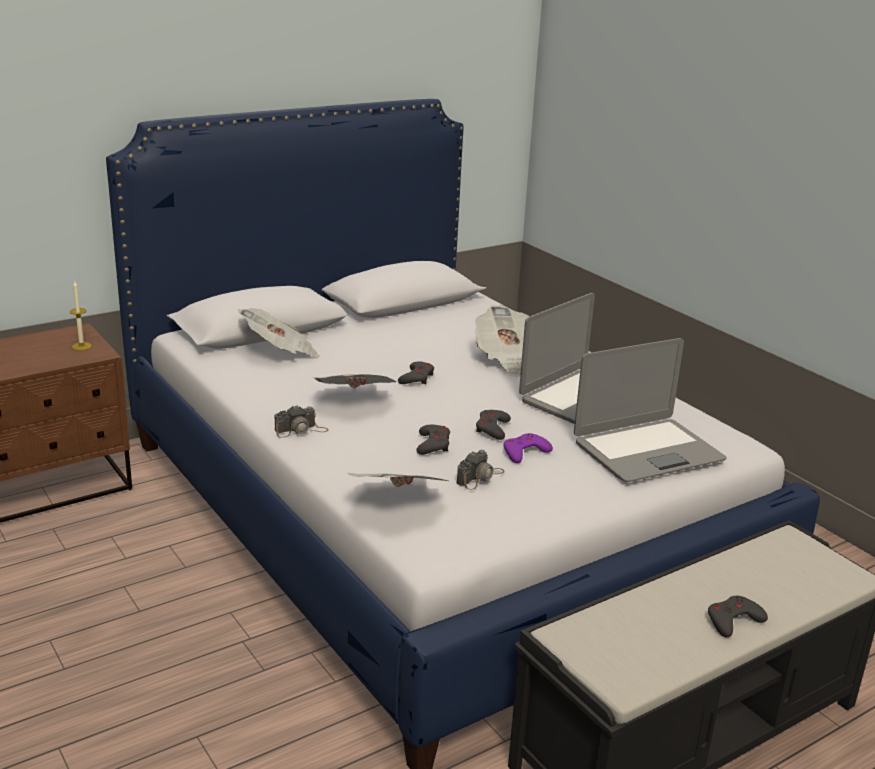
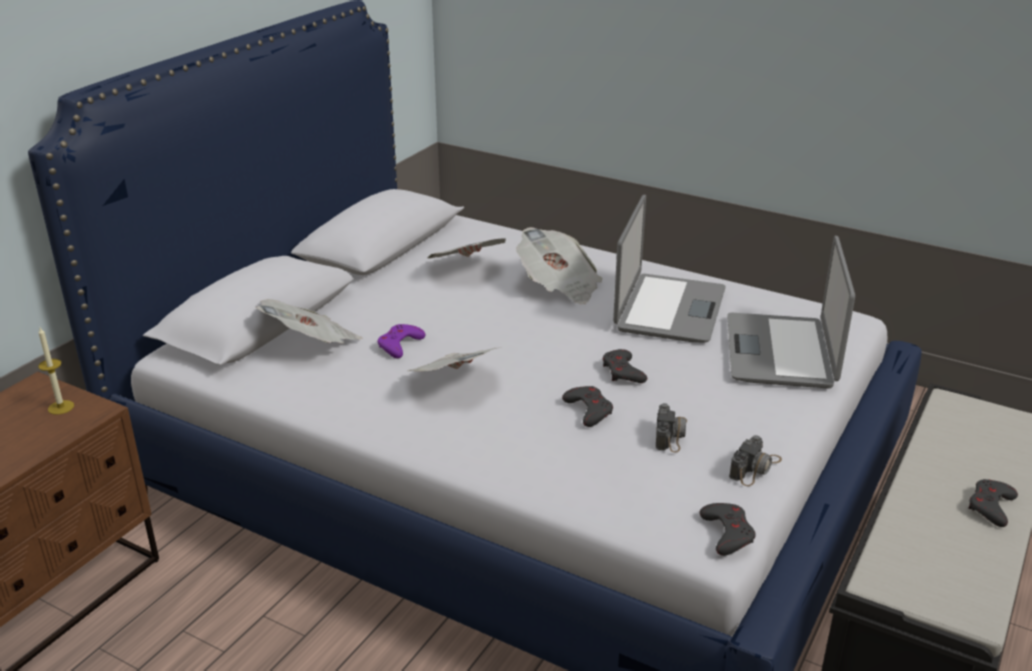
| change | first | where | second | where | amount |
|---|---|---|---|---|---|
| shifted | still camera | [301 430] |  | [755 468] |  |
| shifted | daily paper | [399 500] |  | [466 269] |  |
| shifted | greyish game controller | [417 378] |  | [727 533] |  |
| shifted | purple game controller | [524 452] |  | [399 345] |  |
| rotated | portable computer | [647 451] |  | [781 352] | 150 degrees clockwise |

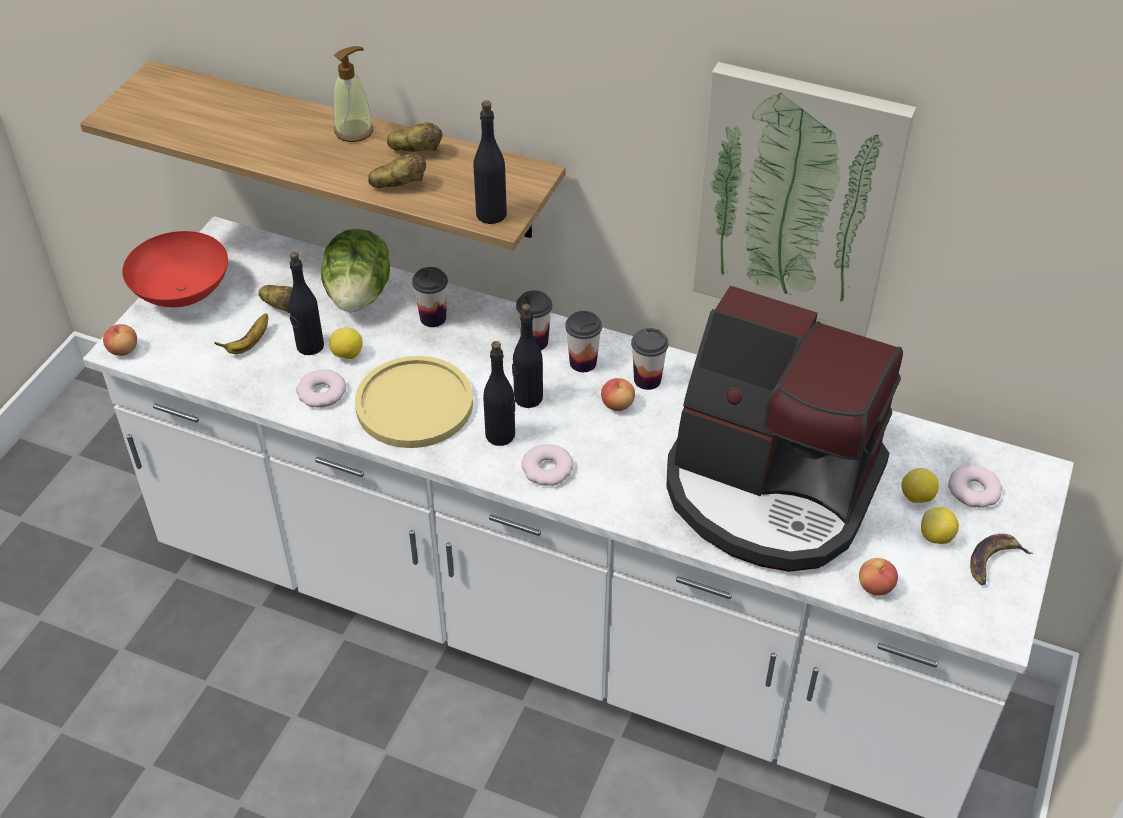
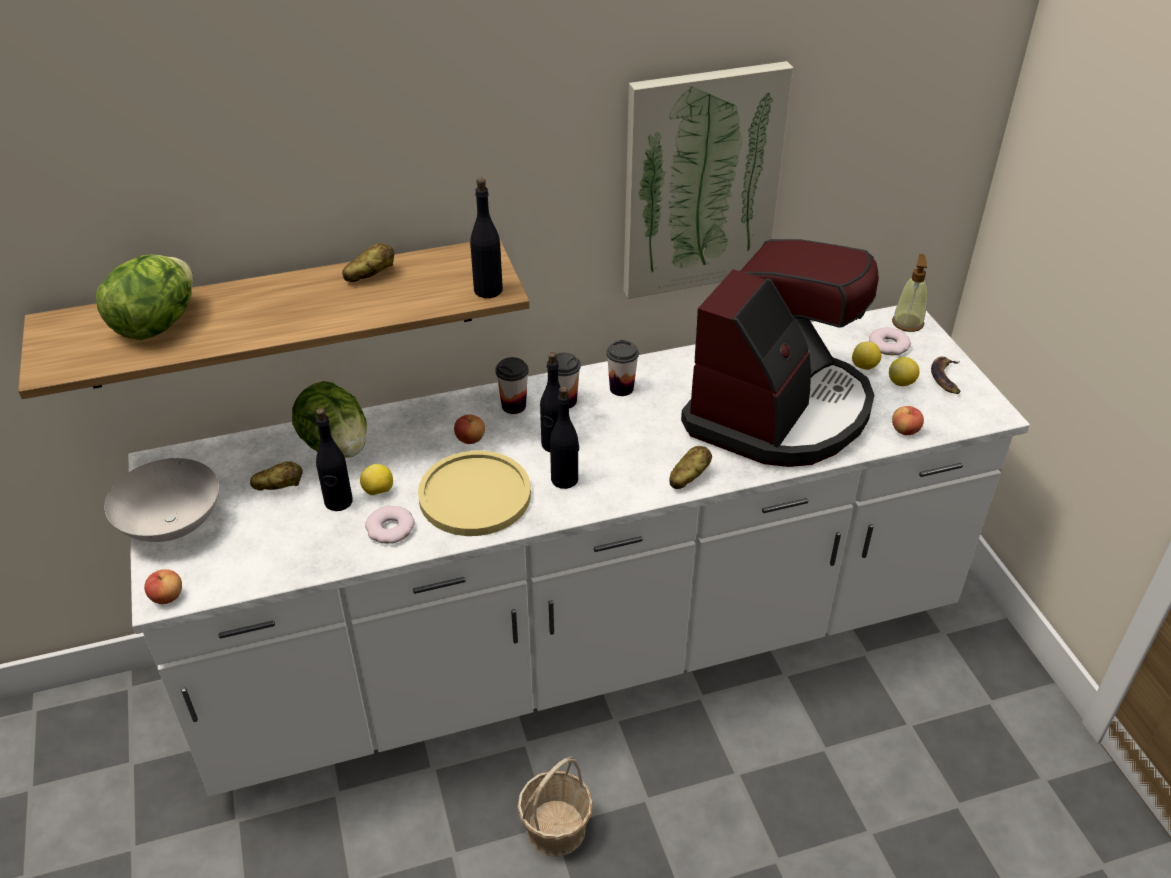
| change | first | where | second | where | amount |
|---|---|---|---|---|---|
| gone | banana fruit | [249 344] |  |  |  |
| gone | cup | [433 318] |  |  |  |
| gone | donut | [547 469] |  |  |  |
| new |  |  | lettuce | [156 324] |  |
| new |  |  | storage basket | [556 828] |  |
| shifted | soap bottle | [354 131] |  | [907 323] |  |
| shifted | potato | [399 185] |  | [688 478] |  |
| shifted | apple fruit | [617 405] |  | [470 439] |  |
| repainted | red-coloured bowl | [184 293] | whitish bowl | [174 523] |  |
| rotated | coffee maker | [770 489] |  | [779 410] | 45 degrees counterclockwise |

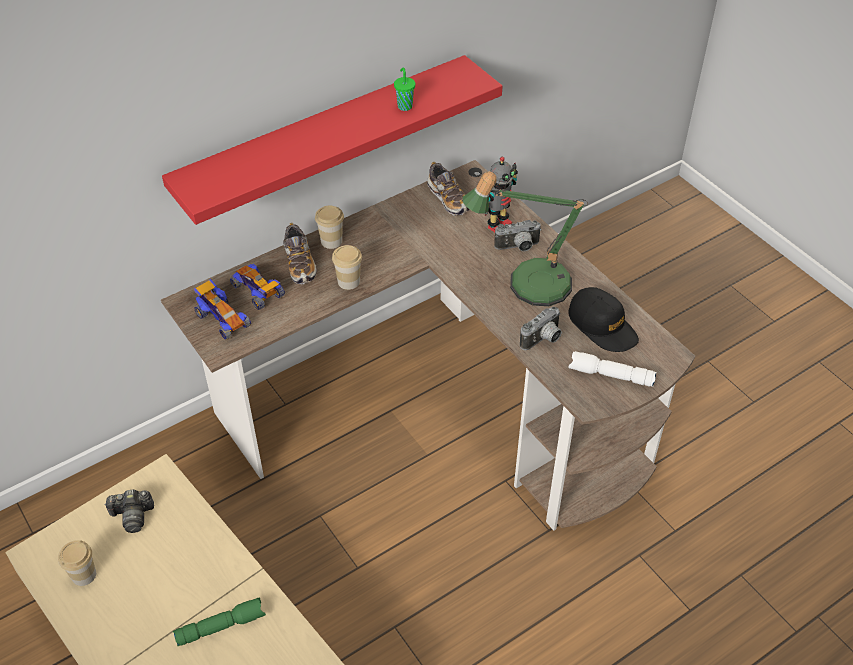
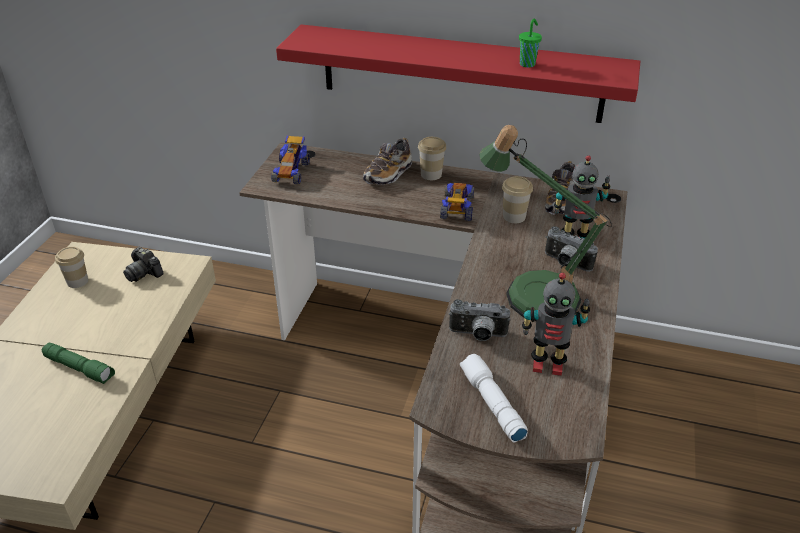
| change | first | where | second | where | amount |
|---|---|---|---|---|---|
| shifted | miniature car | [259 292] |  | [457 209] |  |
| shifted | cup | [348 281] |  | [514 217] |  |
| swapped | black peaked cap | [602 326] | toy robot | [547 365] |  |

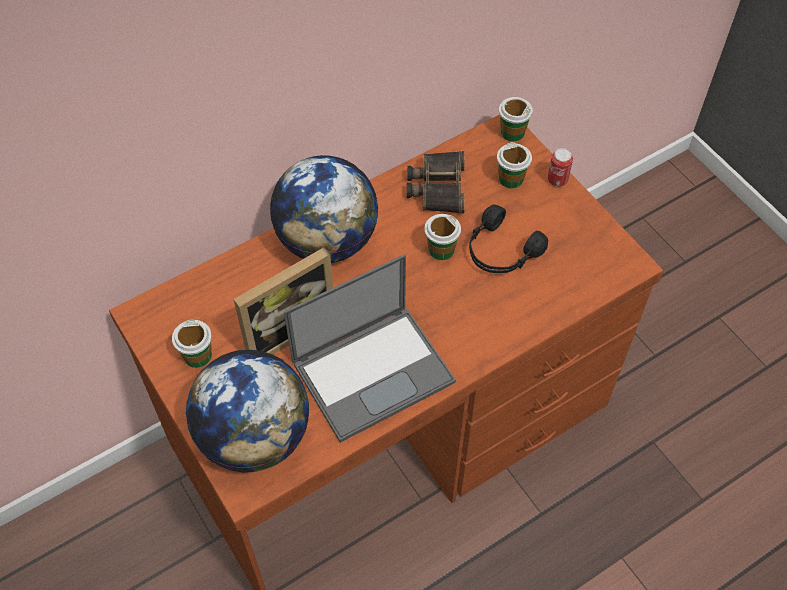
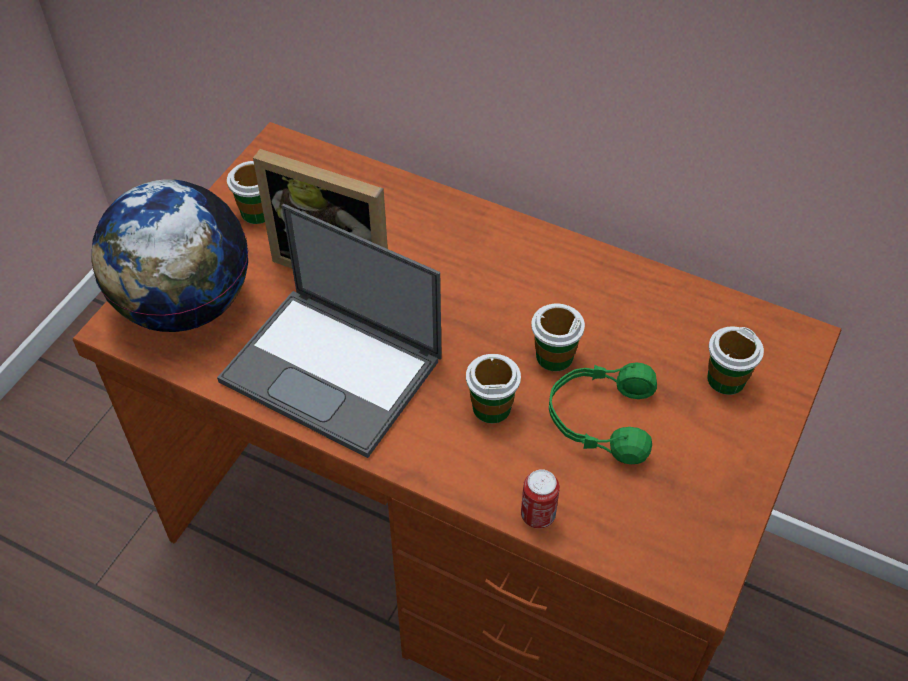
| change | first | where | second | where | amount |
|---|---|---|---|---|---|
| gone | globe | [326 241] |  |  |  |
| gone | field glasses | [437 187] |  |  |  |
| shifted | cup | [512 132] |  | [491 407] |  |
| shifted | metal can | [557 180] |  | [538 515] |  |
| repainted | black headphones | [500 251] | green-coloured headphones | [599 419] |  |

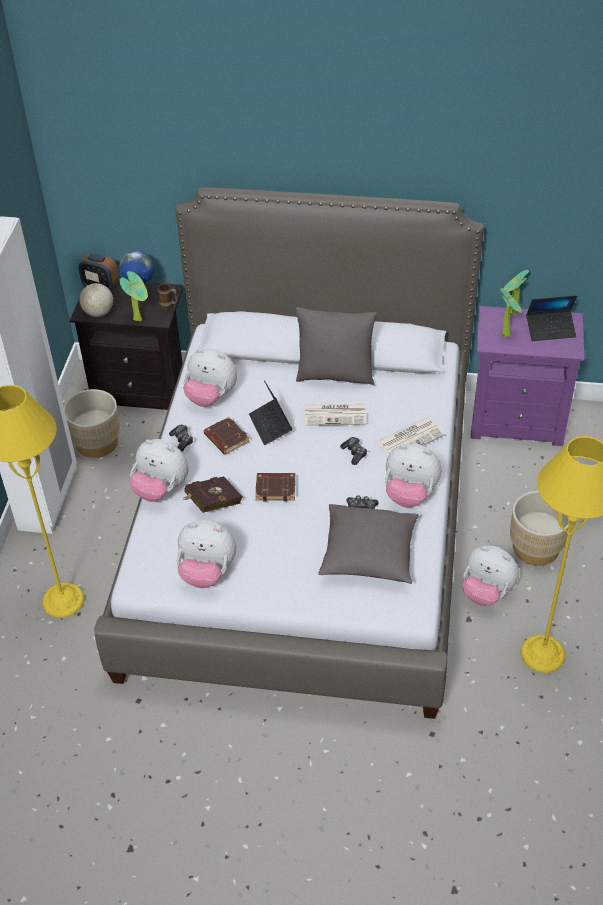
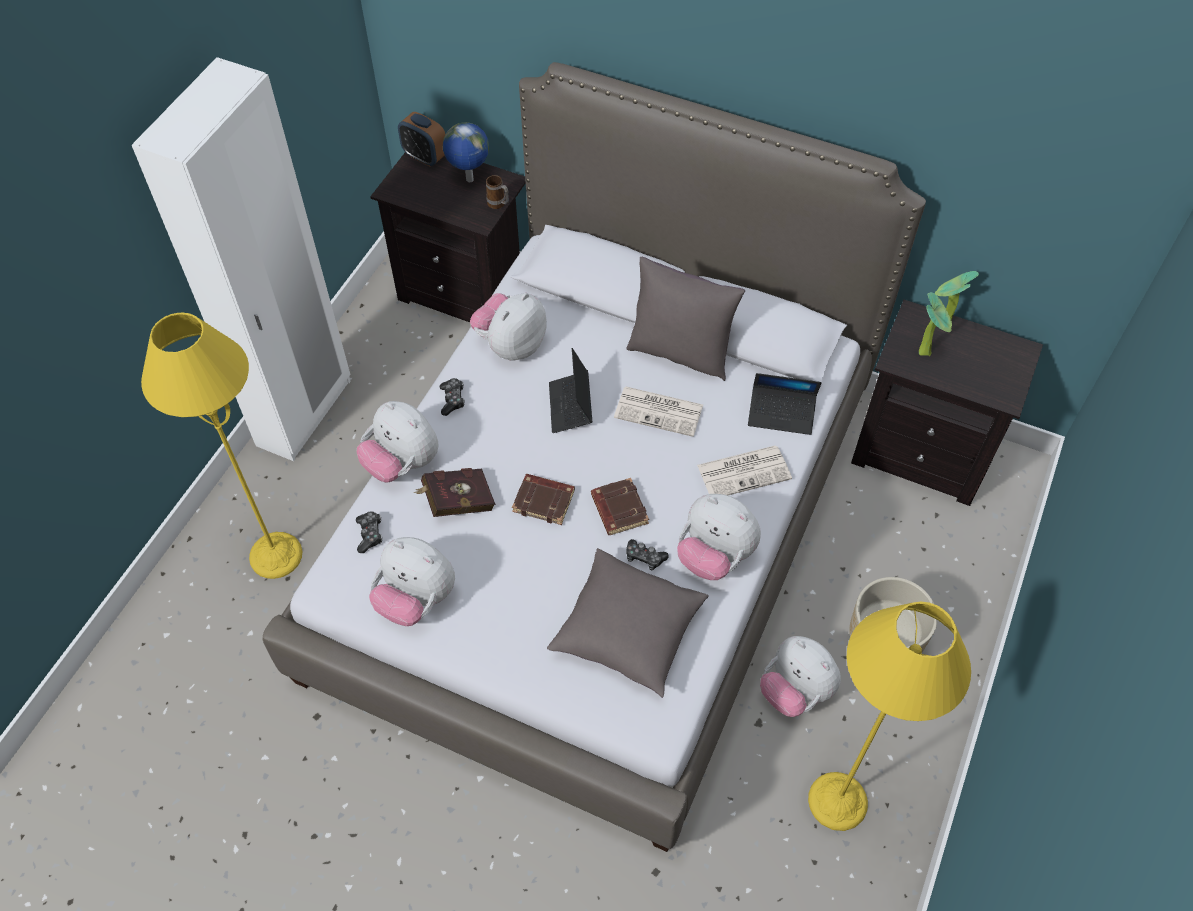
| change | first | where | second | where | amount |
|---|---|---|---|---|---|
| gone | sand-coloured planter | [97 443] |  |  |  |
| gone | globe | [99 313] |  |  |  |
| gone | houseplant | [139 319] |  |  |  |
| shifted | brown volume | [226 438] |  | [618 509] |  |
| shifted | game controller | [354 453] |  | [370 534] |  |
| shifted | portable computer | [550 330] |  | [781 414] |  |
| repainted | purple nightstand | [517 420] | black nightstand | [922 453] |  |
| rotated | soft toy | [211 397] |  | [511 345] | 90 degrees clockwise |

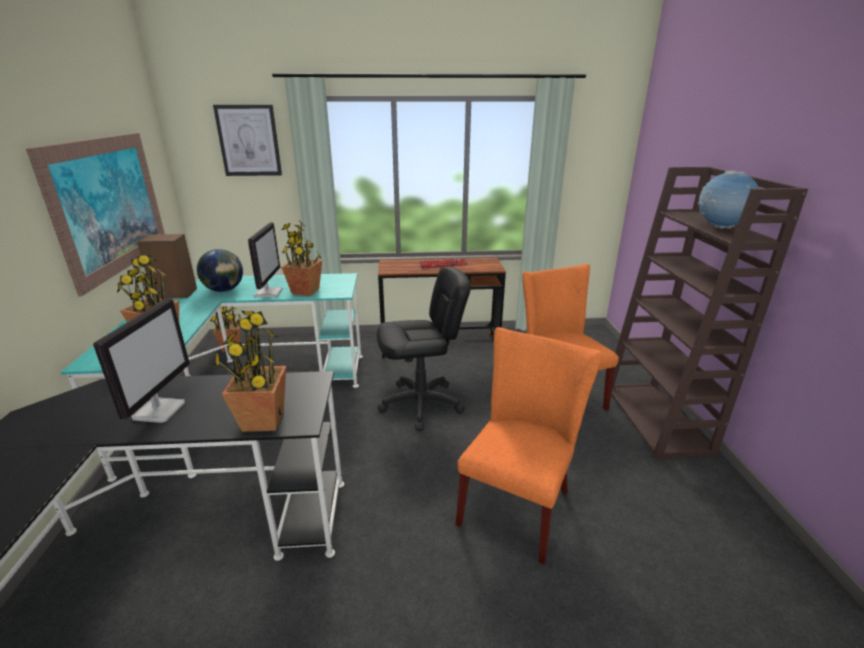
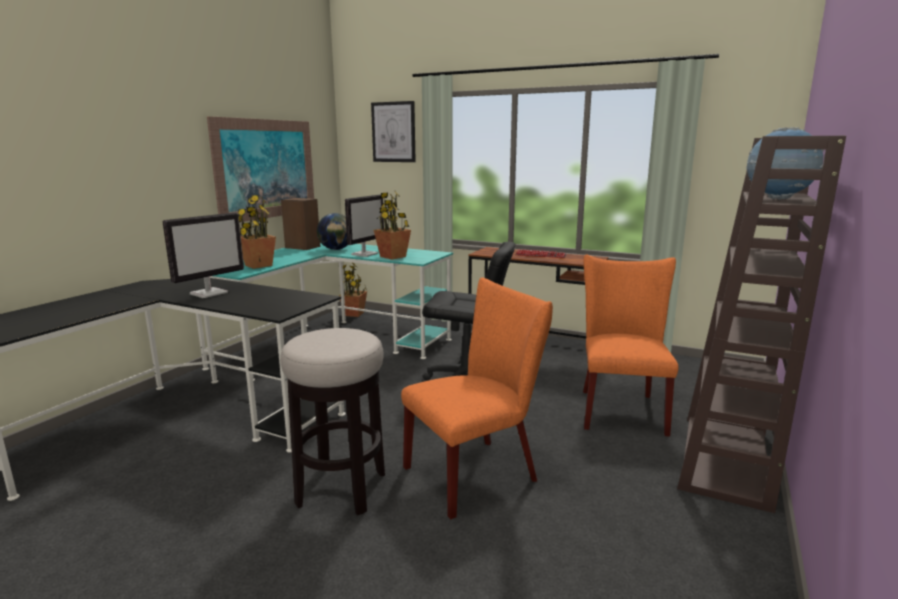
| change | first | where | second | where | amount |
|---|---|---|---|---|---|
| gone | houseplant | [263 421] |  |  |  |
| new |  |  | stool seat | [341 489] |  |

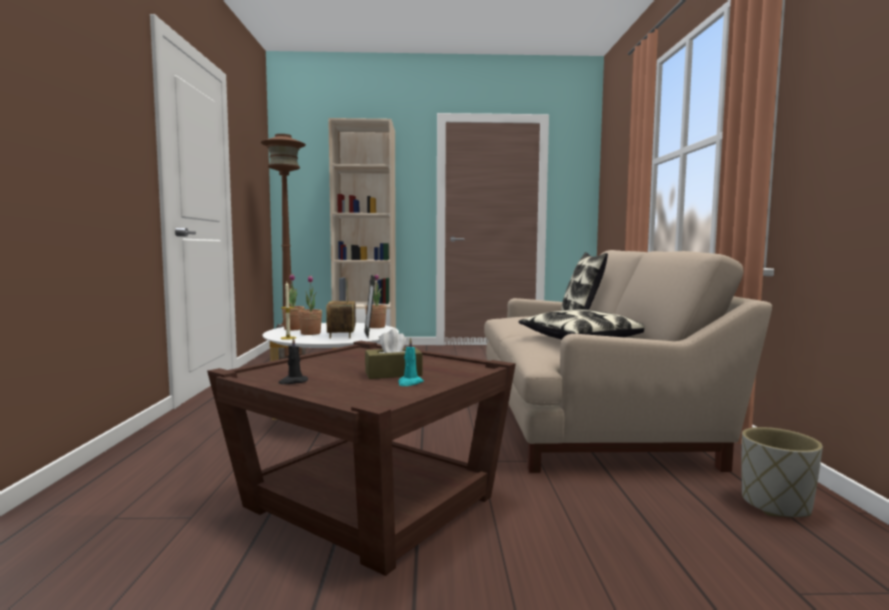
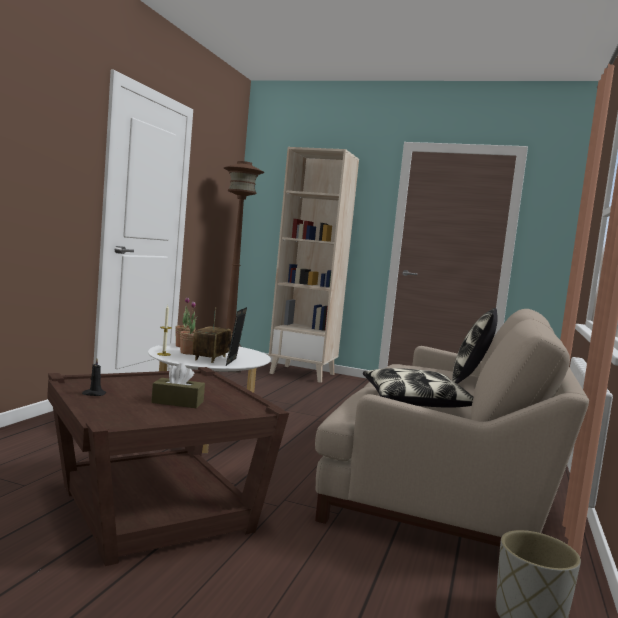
| change | first | where | second | where | amount |
|---|---|---|---|---|---|
| gone | houseplant | [376 327] |  |  |  |
| gone | turquoise-coloured candle | [409 383] |  |  |  |

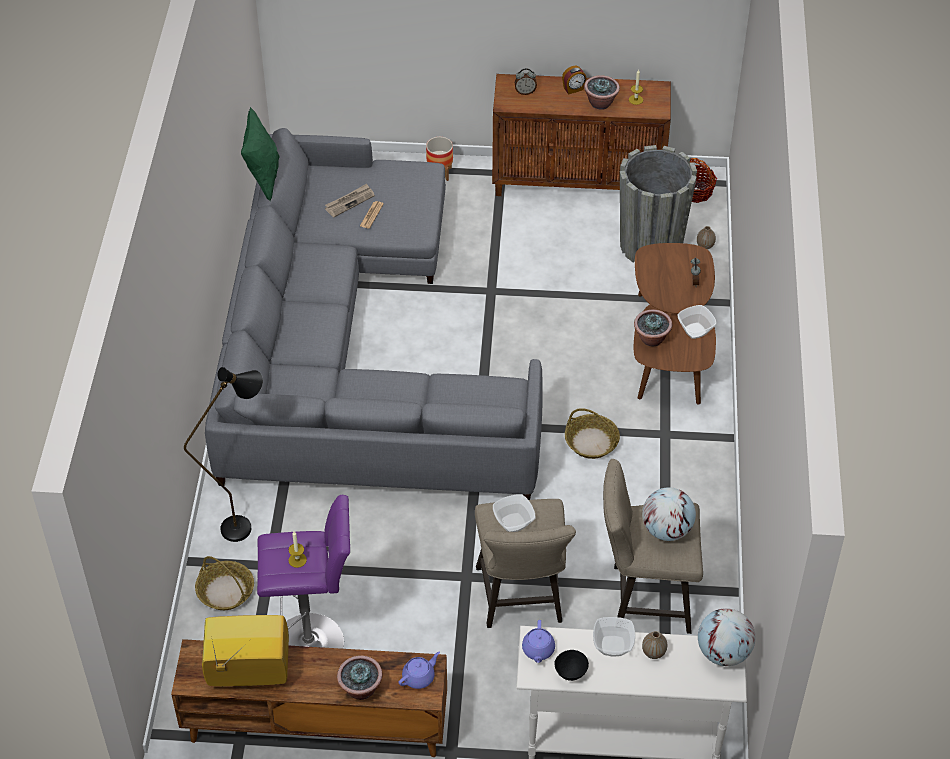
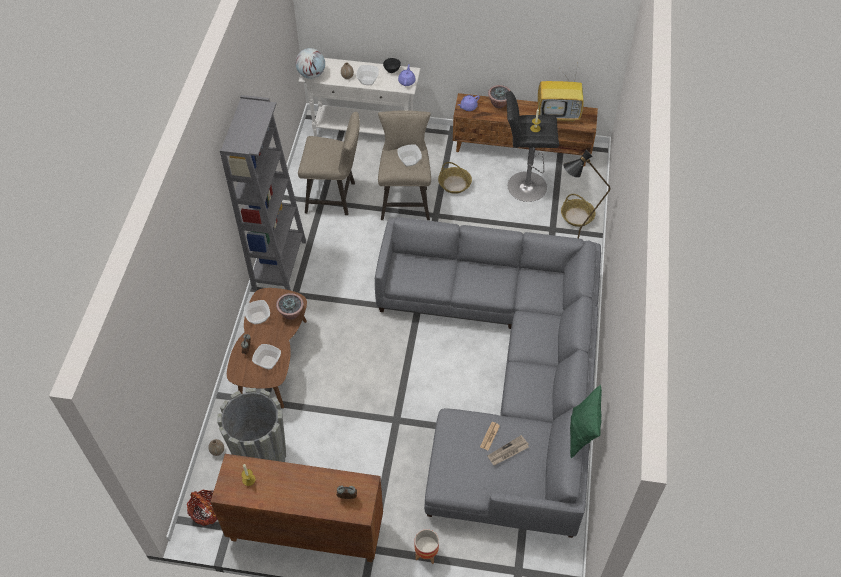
| change | first | where | second | where | amount |
|---|---|---|---|---|---|
| gone | bedside clock | [573 89] |  |  |  |
| gone | houseplant | [600 103] |  |  |  |
| gone | globe | [666 530] |  |  |  |
| new |  |  | greyish bookcase | [279 265] |  |
| new |  |  | bowl | [268 363] |  |
| shifted | storage basket | [591 442] |  | [455 184] |  |
| repainted | purple stool seat | [314 643] | black stool seat | [524 186] |  |

